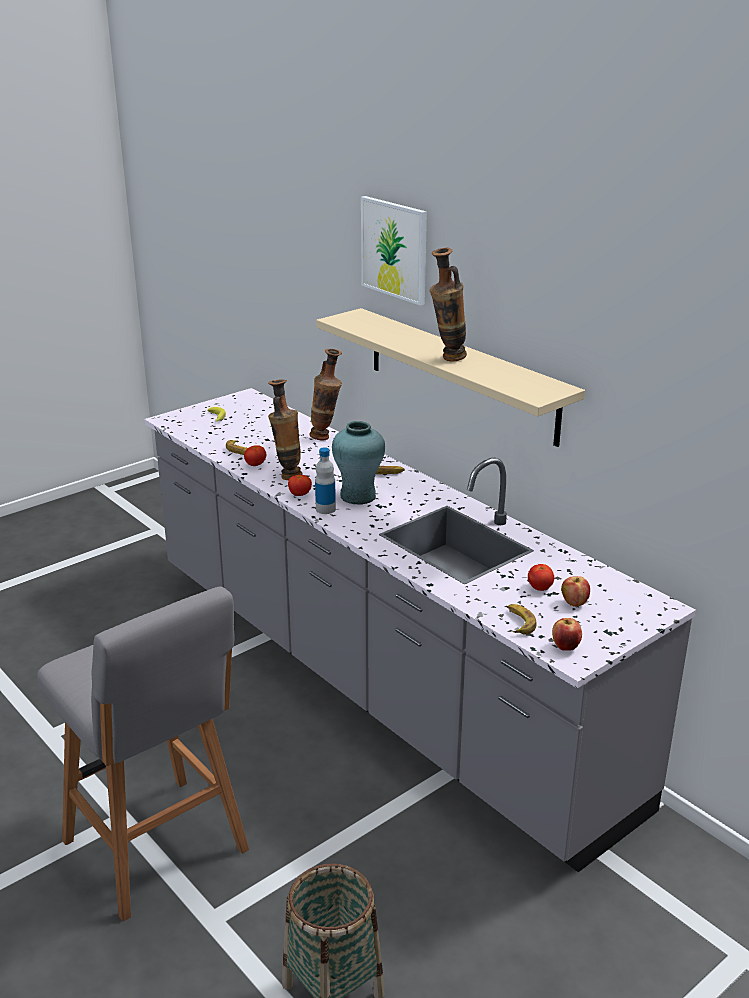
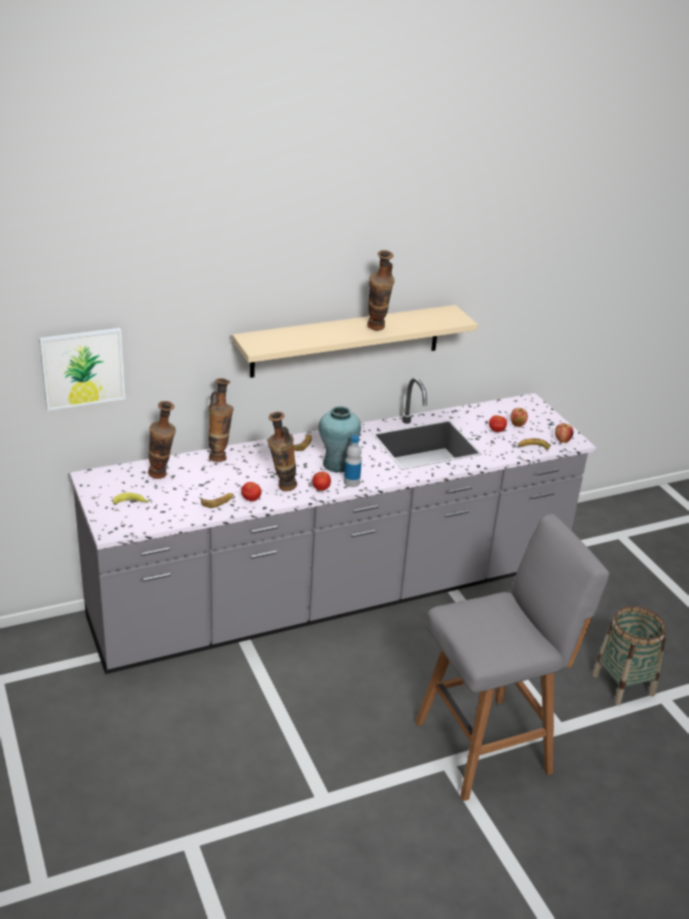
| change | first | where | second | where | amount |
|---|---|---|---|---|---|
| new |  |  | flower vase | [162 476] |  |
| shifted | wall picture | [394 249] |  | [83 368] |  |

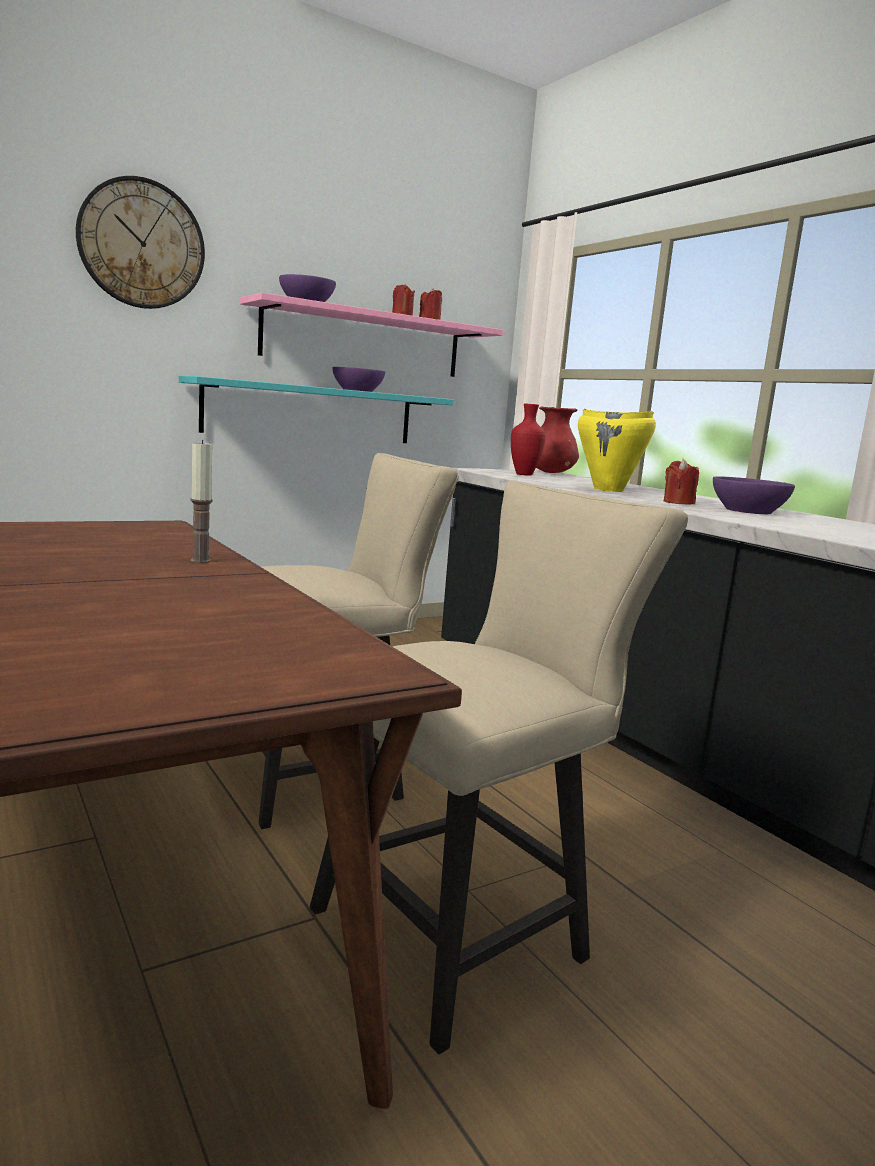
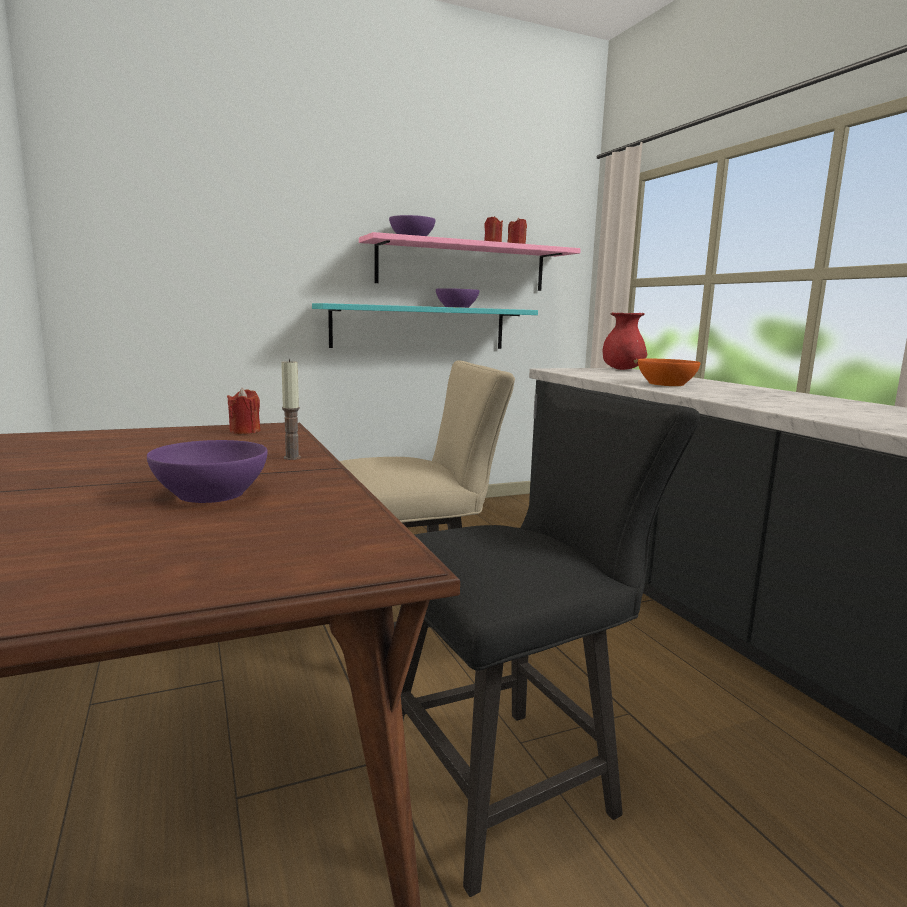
| change | first | where | second | where | amount |
|---|---|---|---|---|---|
| gone | hanging clock | [141 244] |  |  |  |
| gone | red-coloured flower vase | [523 474] |  |  |  |
| shifted | red-coloured candle | [678 502] |  | [245 431] |  |
| shifted | purple bowl | [748 511] |  | [211 494] |  |
| swapped | yellow-coloured cooking pot | [608 490] | orange bowl | [666 384] |  |
| repainted | sand-coloured chair | [465 930] | black chair | [512 780] |  |

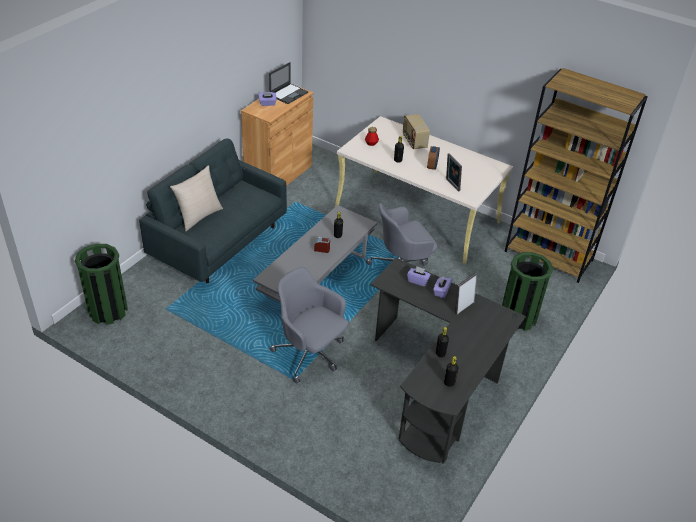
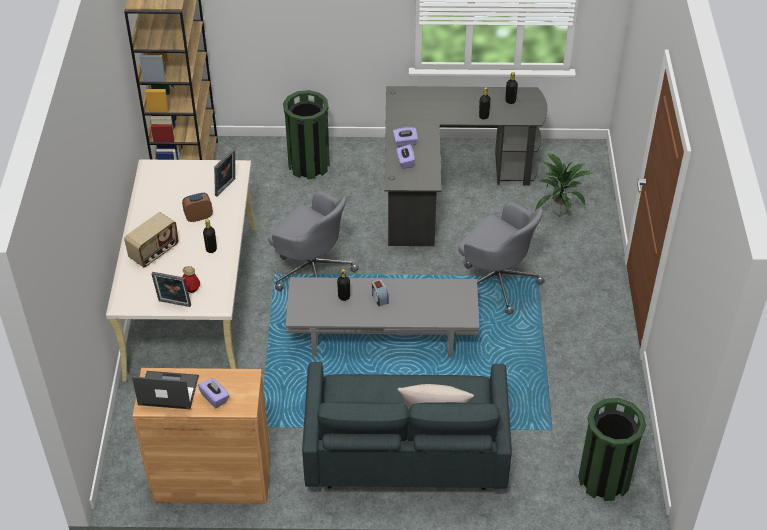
| change | first | where | second | where | amount |
|---|---|---|---|---|---|
| new |  |  | houseplant | [559 211] |  |
| shifted | photo frame | [463 307] |  | [174 304] |  |
| rotated | greyish computer chair | [310 354] |  | [496 281] | 60 degrees counterclockwise |

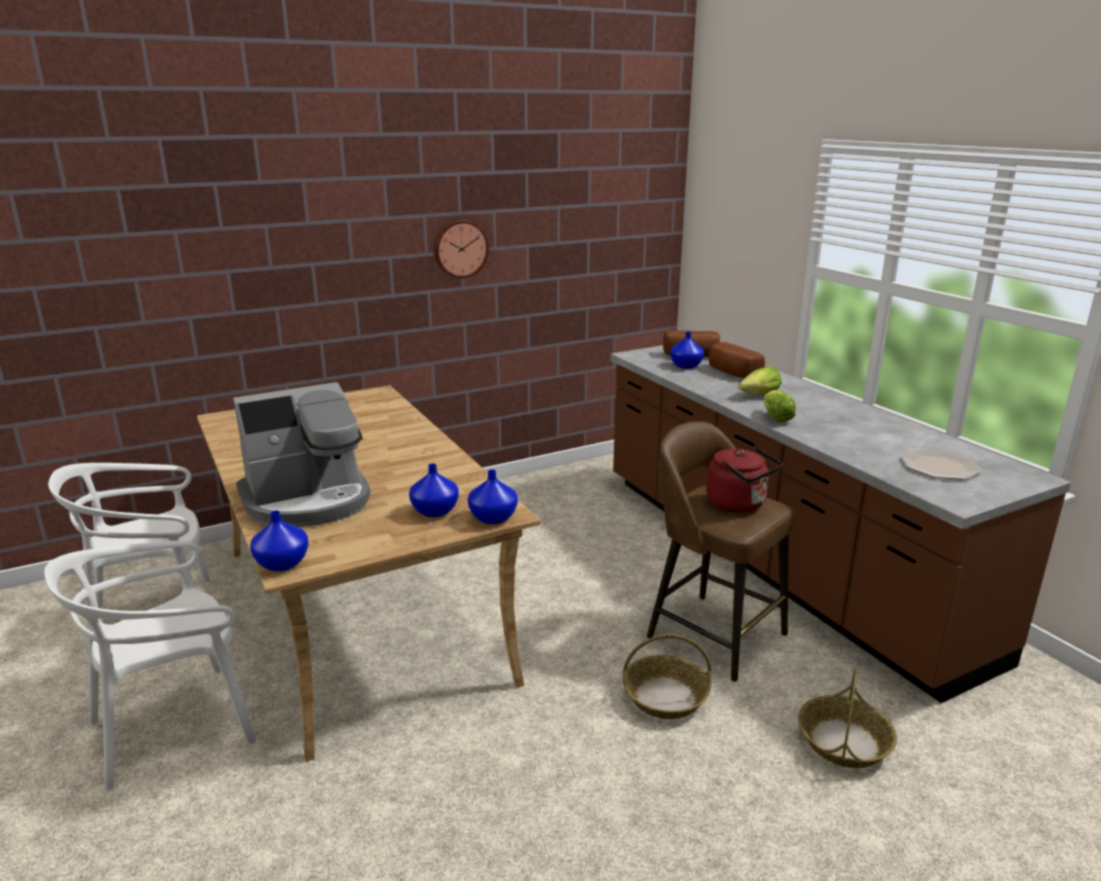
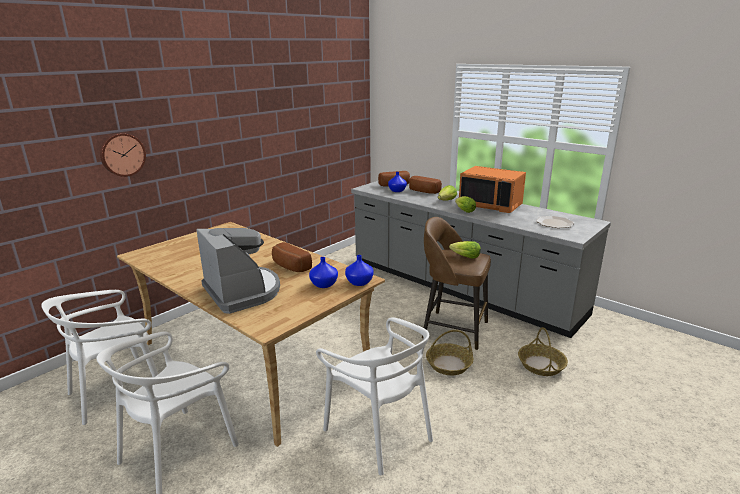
| change | first | where | second | where | amount |
|---|---|---|---|---|---|
| gone | blue flower vase | [281 564] |  |  |  |
| new |  |  | baked bread | [289 267] |  |
| new |  |  | whitish chair | [379 432] |  |
| new |  |  | orange kitchen microwave | [491 205] |  |
| shifted | hanging clock | [460 248] |  | [122 154] |  |
| swapped | red-coloured kettle | [739 504] | lettuce | [465 257] |  |
| repainted | brown kitchen base unit | [775 560] | greyish kitchen base unit | [460 288] |  |
| rotated | coffee maker | [308 500] |  | [243 292] | 75 degrees counterclockwise |

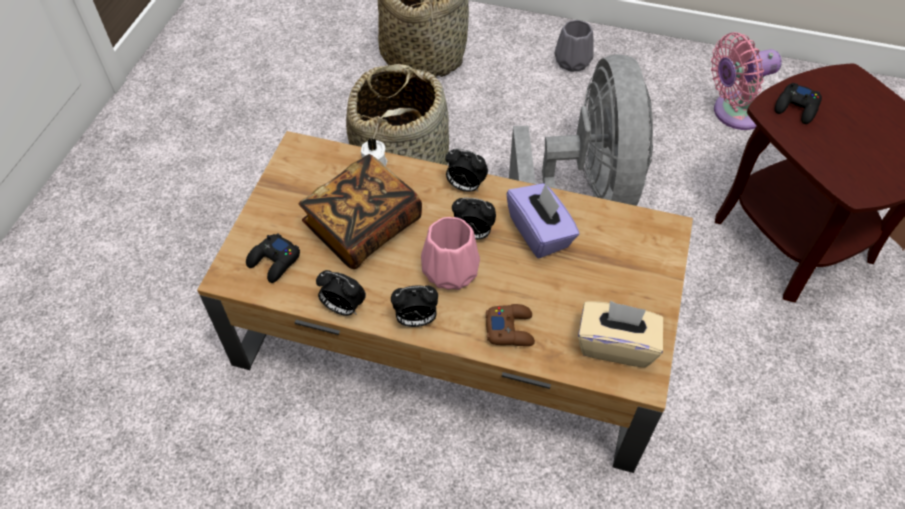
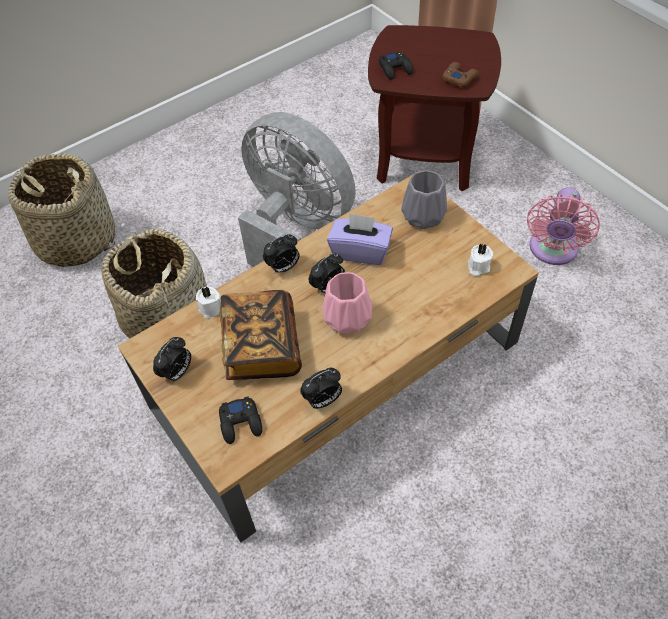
| change | first | where | second | where | amount |
|---|---|---|---|---|---|
| shifted | bedside clock | [416 320] |  | [177 372] |  |
| shifted | brown game controller | [510 329] |  | [459 78] |  |
| shifted | greyish flower vase | [571 61] |  | [422 216] |  |
| shifted | pink-coloured fan | [733 113] |  | [552 251] |  |
| swapped | sand-coloured box of tissues | [615 345] | whitish candle | [477 267] |  |

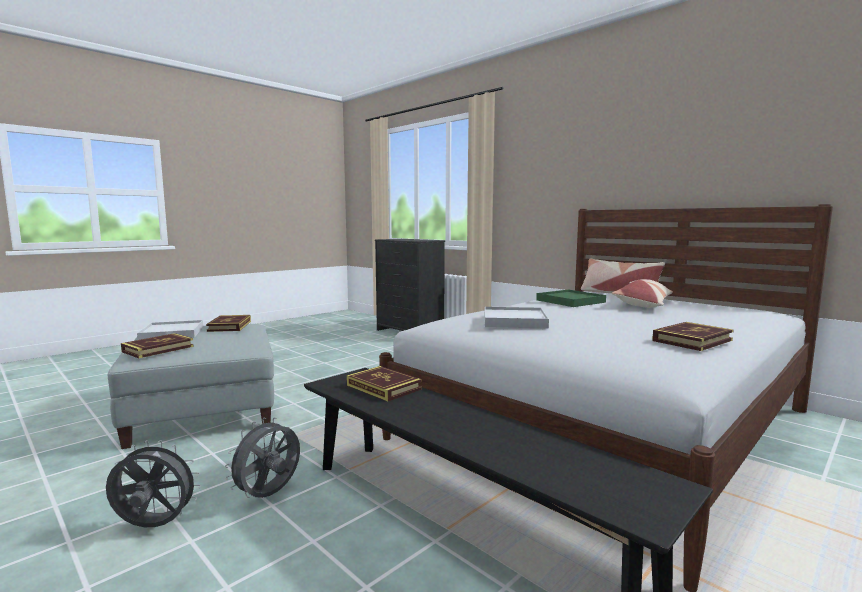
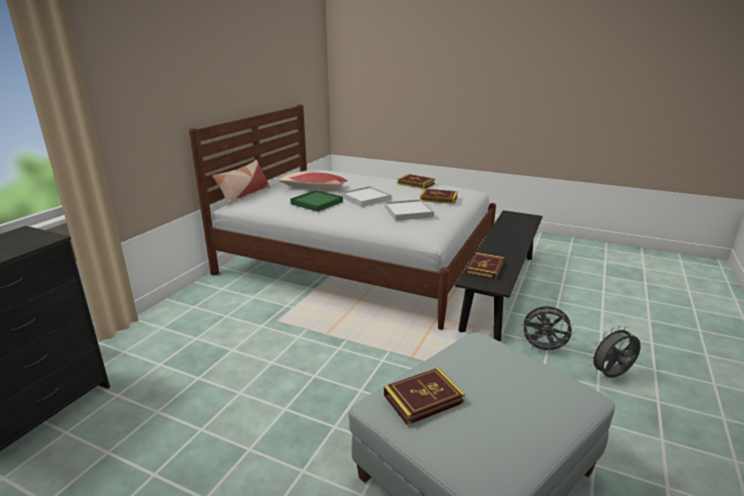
| change | first | where | second | where | amount |
|---|---|---|---|---|---|
| shifted | volume | [158 349] |  | [438 198] |  |
| shifted | whitish tray | [172 333] |  | [366 198] |  |
| rotated | greyish fan | [153 527] |  | [611 376] | 90 degrees clockwise |

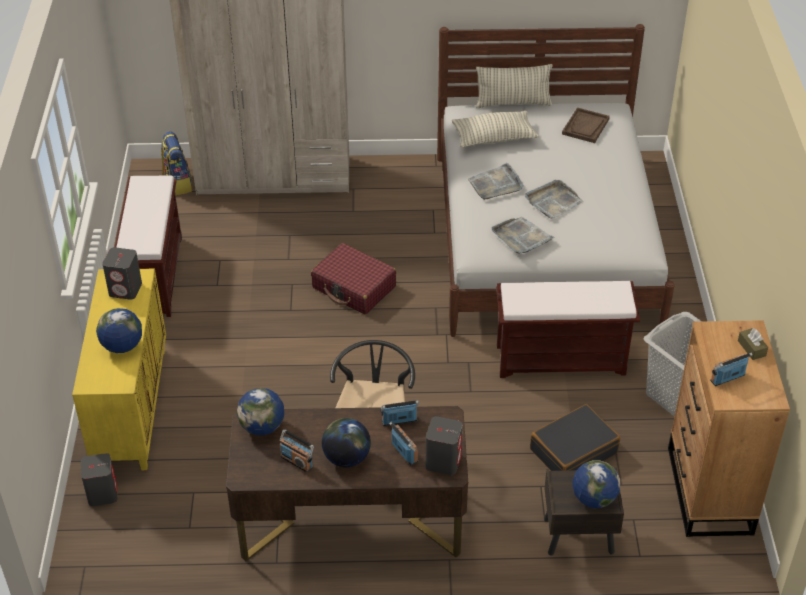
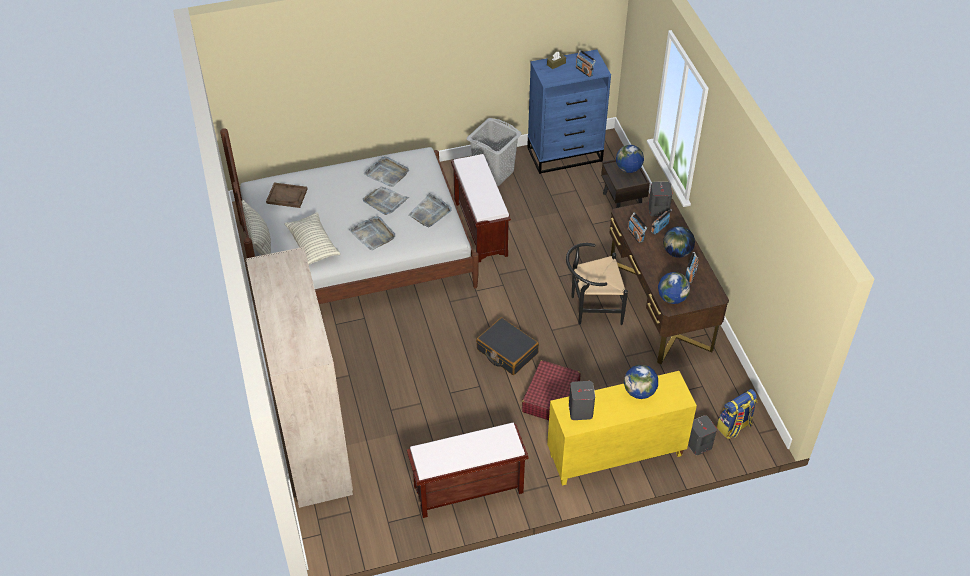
| change | first | where | second | where | amount |
|---|---|---|---|---|---|
| new |  |  | greyish tray | [387 173] |  |
| shifted | backpack | [177 183] |  | [734 427] |  |
| shifted | red-coloured suitcase | [354 287] |  | [551 397] |  |
| shifted | black suitcase | [573 451] |  | [507 352] |  |
| repainted | brown chest of drawers | [709 491] | blue chest of drawers | [565 154] |  |

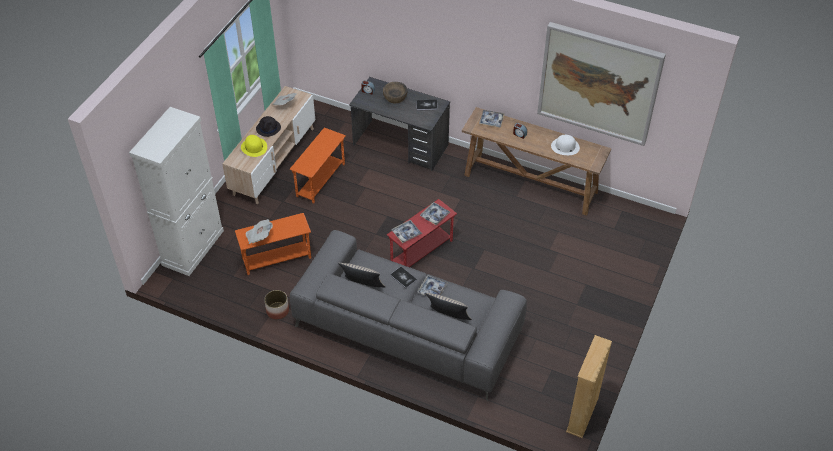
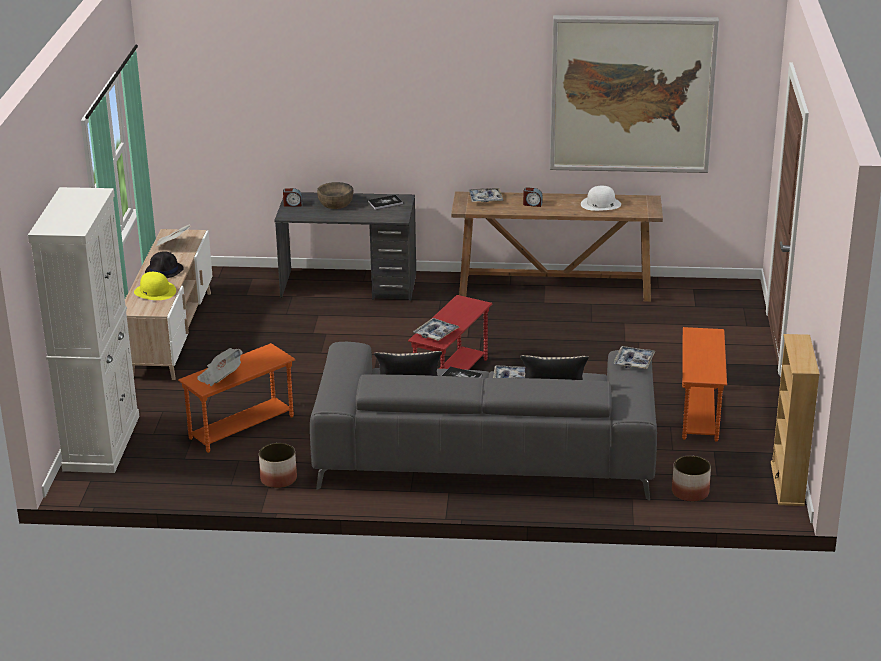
| change | first | where | second | where | amount |
|---|---|---|---|---|---|
| new |  |  | planter | [690 492] |  |
| shifted | orange end table | [320 180] |  | [699 413] |  |
| shifted | tray | [435 215] |  | [634 362] |  |

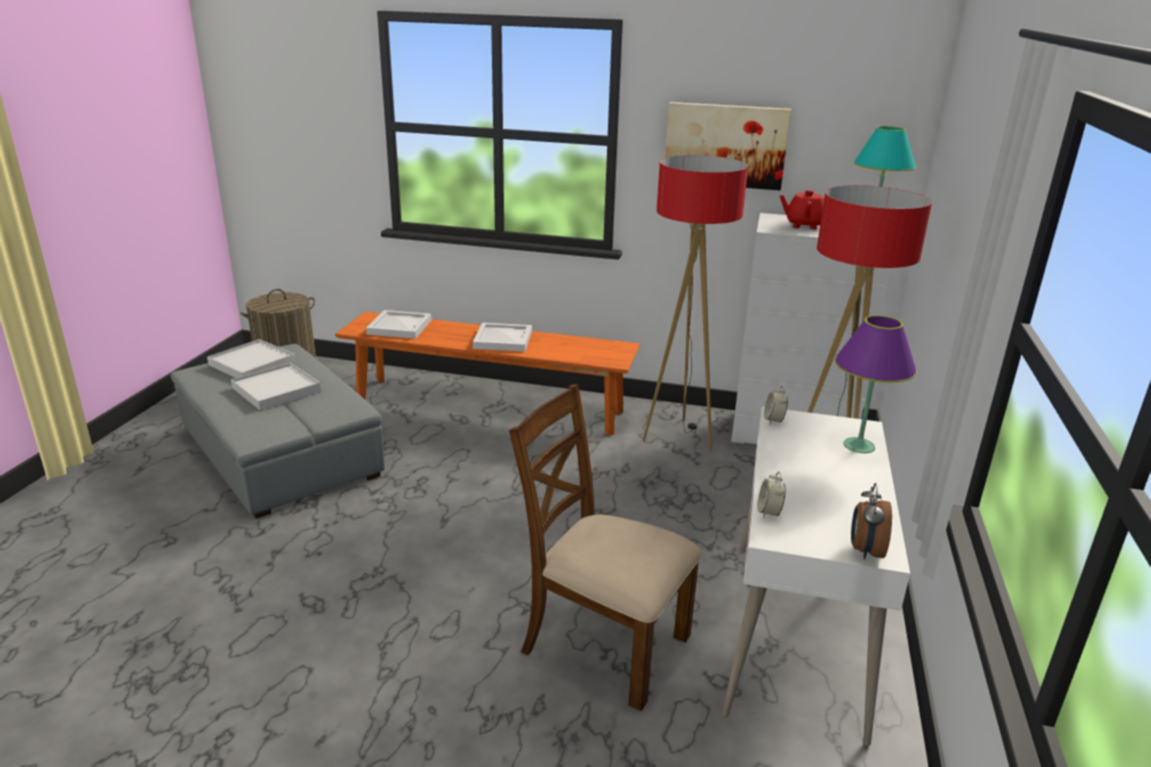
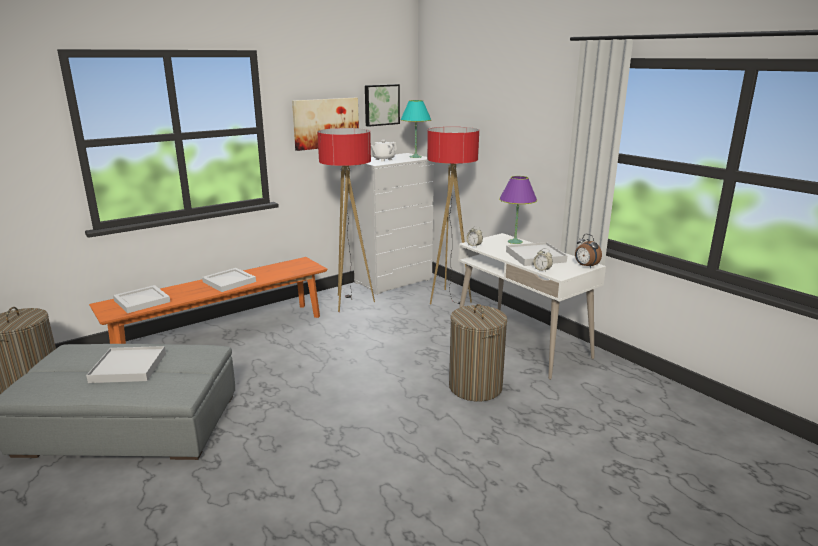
| change | first | where | second | where | amount |
|---|---|---|---|---|---|
| new |  |  | wall picture | [381 105] |  |
| shifted | whitish tray | [252 363] |  | [535 257] |  |
| swapped | brown chair | [603 643] | washing basket | [475 387] |  |
| repainted | red-coloured pot for tea | [804 225] | whitish pot for tea | [383 159] |  |

